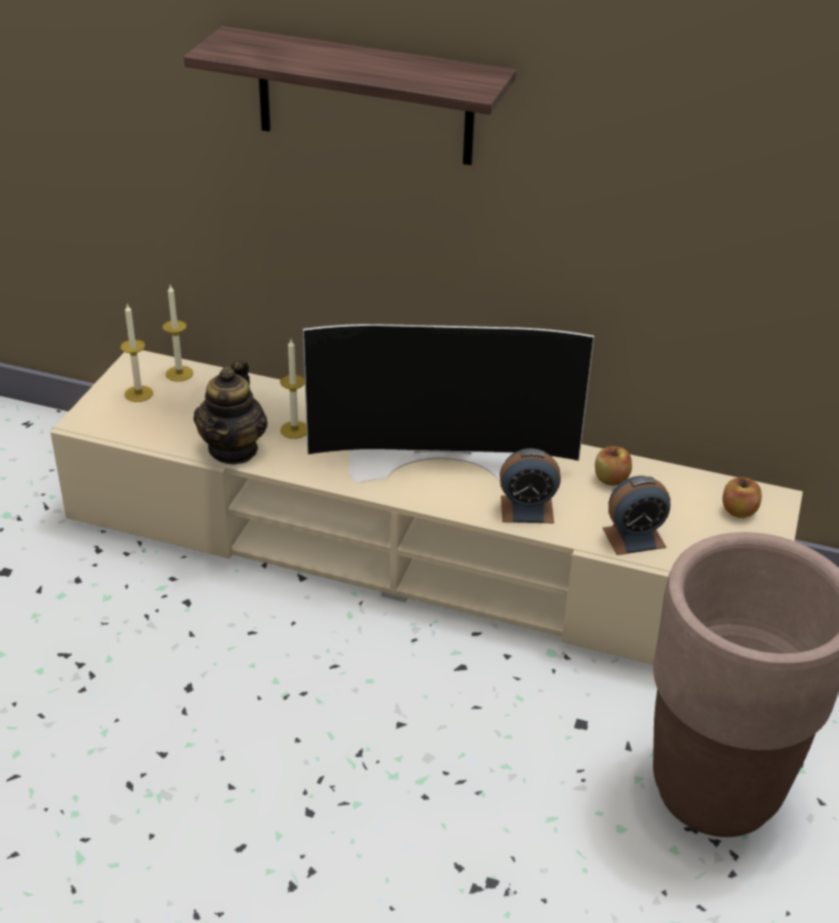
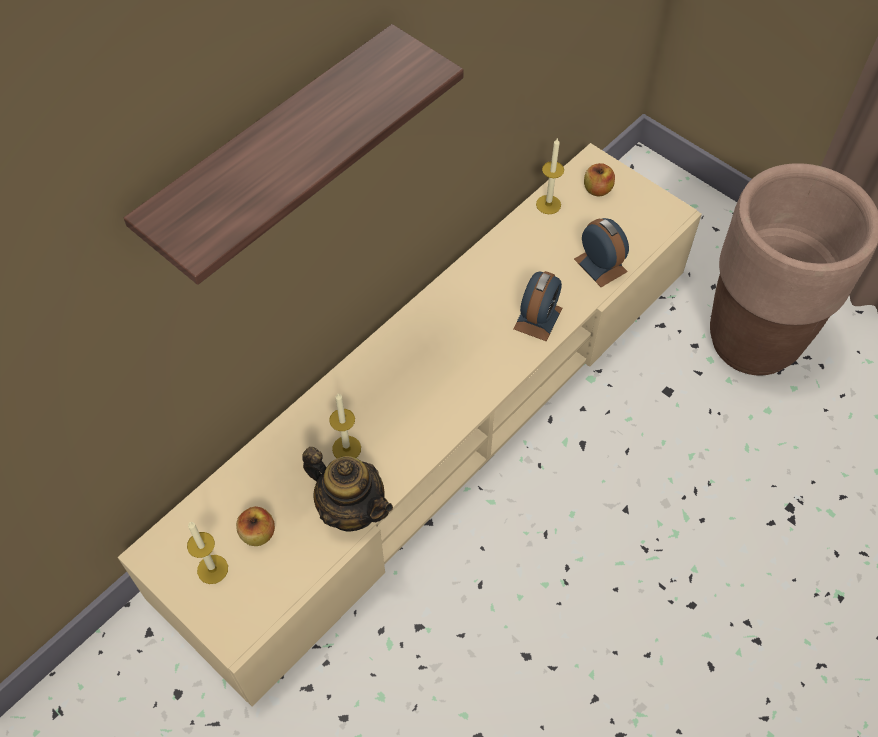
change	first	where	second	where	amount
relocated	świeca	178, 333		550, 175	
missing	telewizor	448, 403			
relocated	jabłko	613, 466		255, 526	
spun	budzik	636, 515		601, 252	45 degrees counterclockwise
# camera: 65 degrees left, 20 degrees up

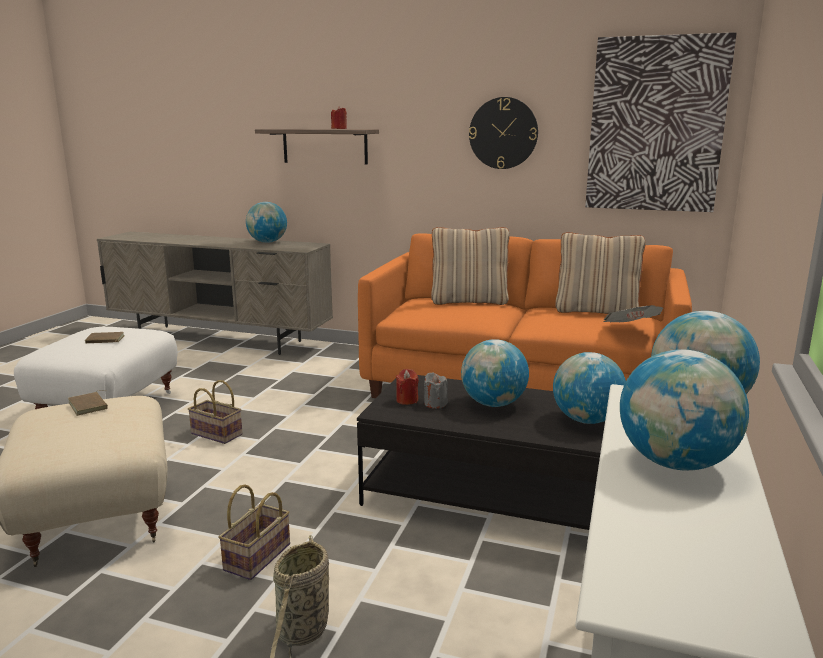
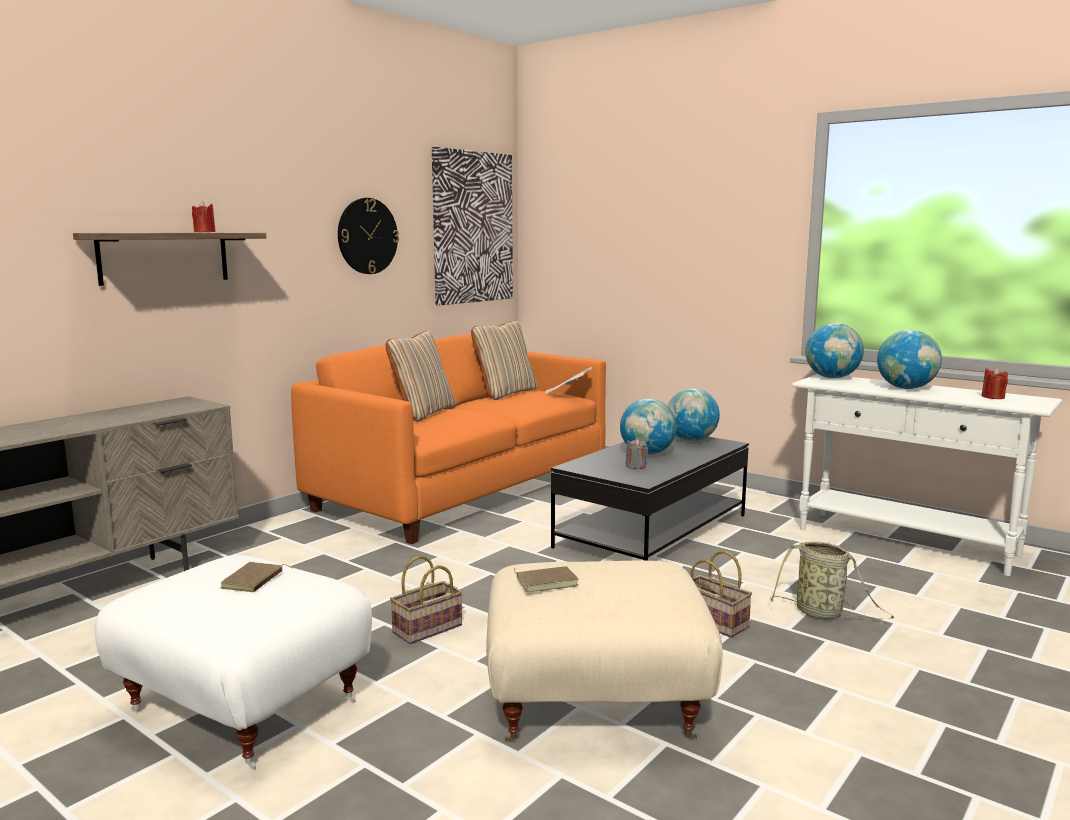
change	first	where	second	where	amount
missing	globus	266, 222			
relocated	świeca/czerwony	407, 387		994, 383	
# camera: 70 degrees left, 5 degrees down

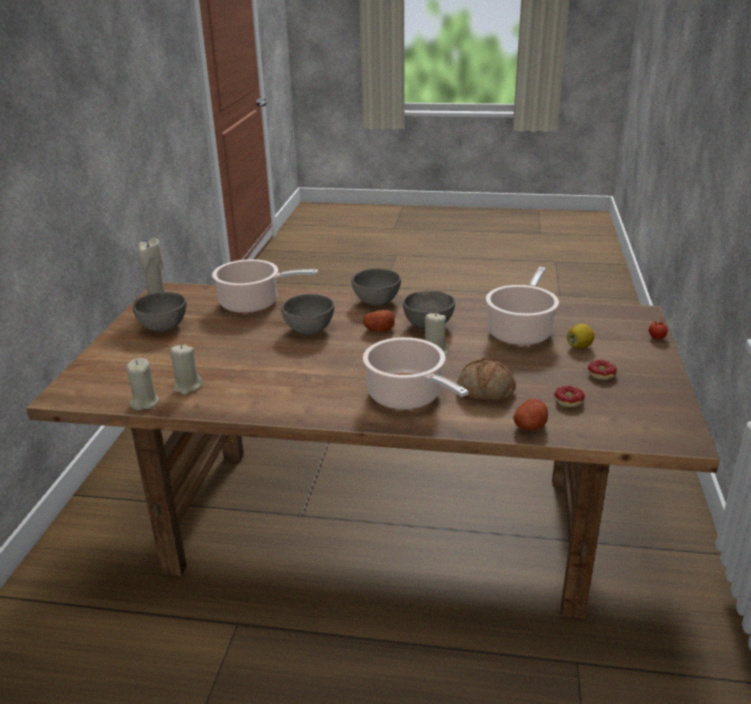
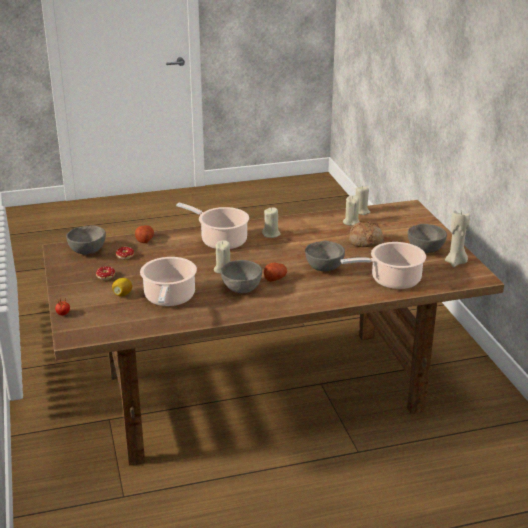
change	first	where	second	where	amount
relocated	miska/szary	376, 287		86, 240	
relocated	chleb	486, 379		366, 234	
appeared			świeca/beżowy	271, 223	
# camera: 155 degrees right, 0 degrees up

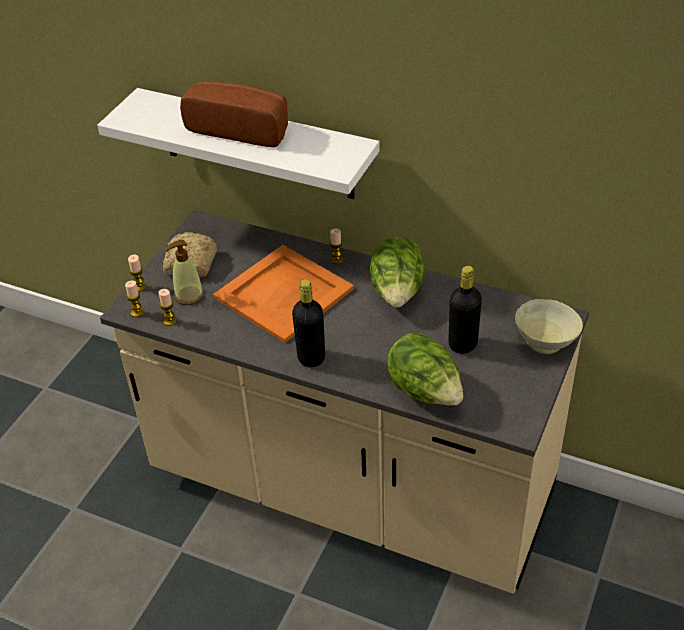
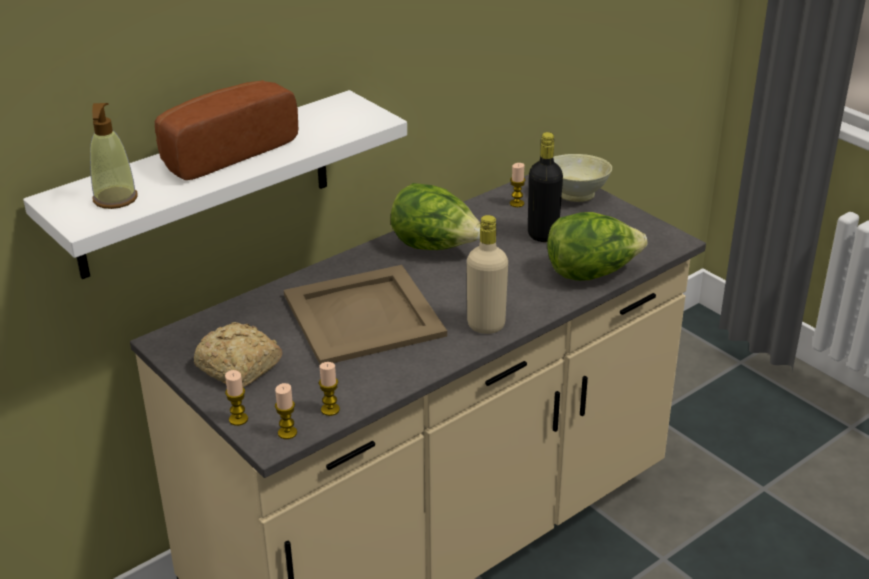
change	first	where	second	where	amount
relocated	świeca	336, 246		518, 185	
relocated	dozownik mydła	184, 272		114, 156	
colour	taca/pomarańczowy	283, 294	taca/beżowy	365, 314	
colour	butelka/czarny	308, 323	butelka/beżowy	487, 274	
# camera: 65 degrees left, 10 degrees down

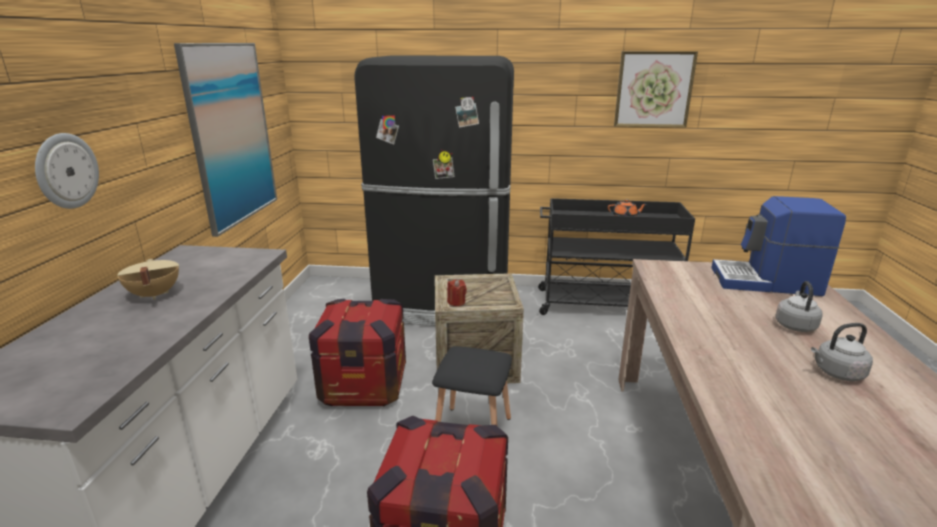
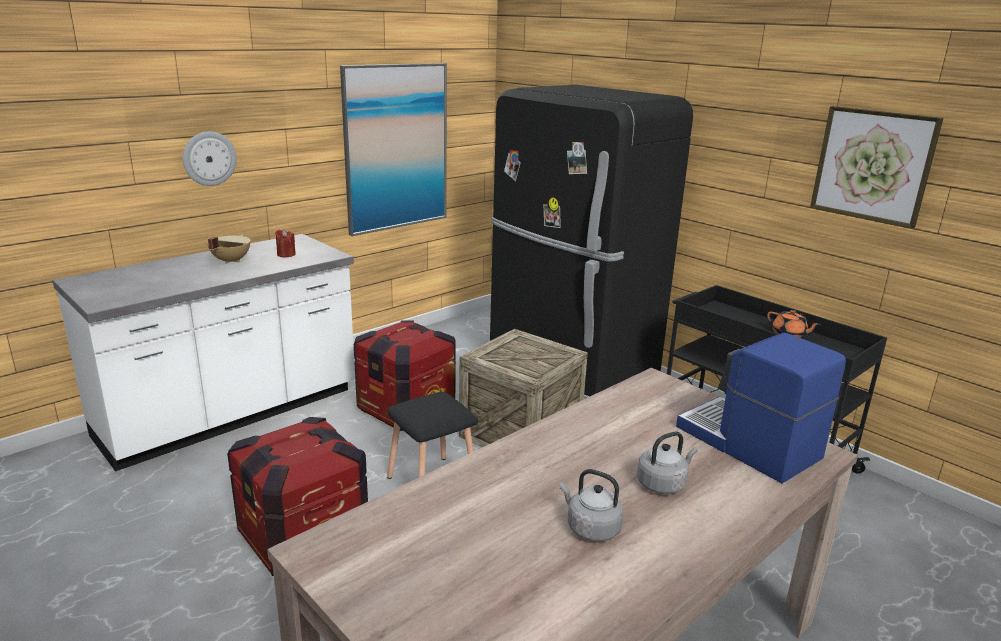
change	first	where	second	where	amount
relocated	świeca/czerwony	457, 292		285, 243	
# camera: 40 degrees right, 0 degrees up

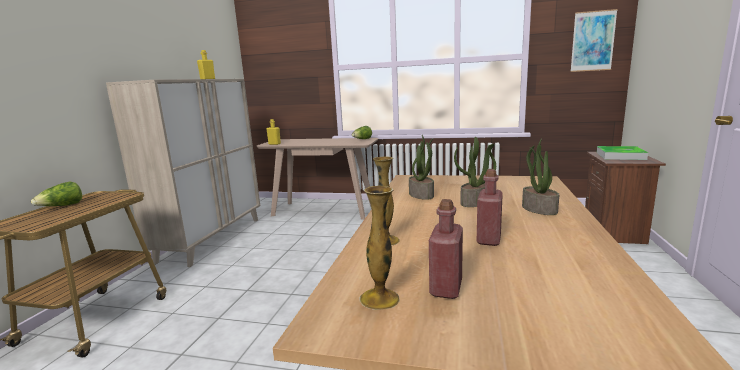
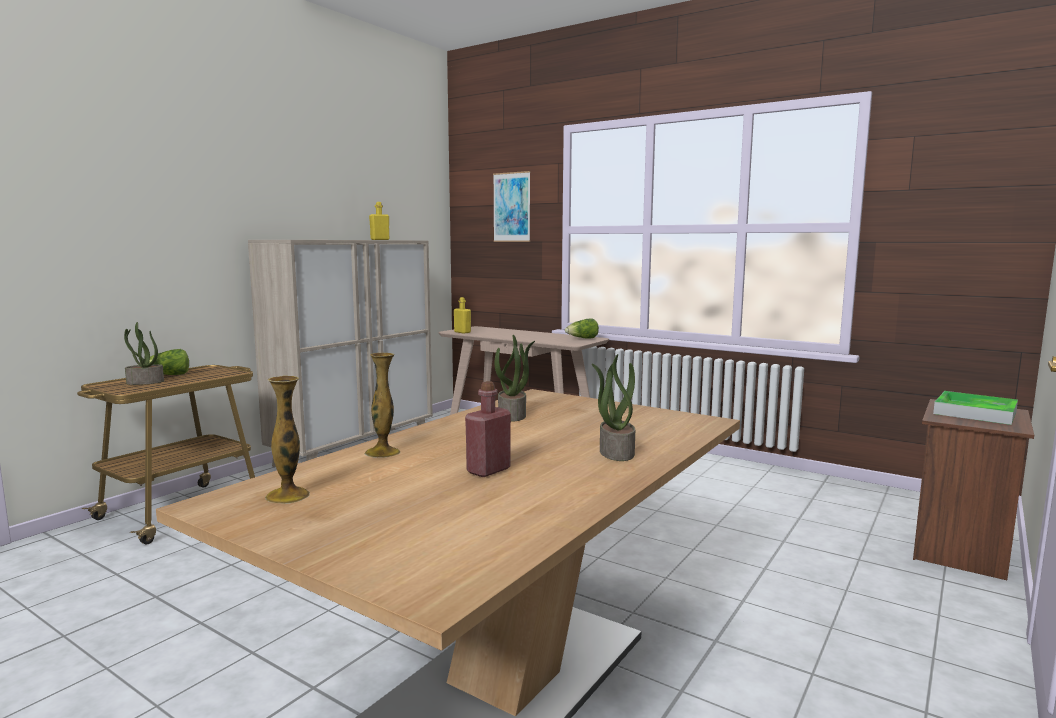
change	first	where	second	where	amount
relocated	obraz	594, 40		511, 206	
relocated	roślina doniczkowa	475, 172		144, 353	
missing	butelka/czerwony	446, 249			
# camera: 20 degrees right, 5 degrees down

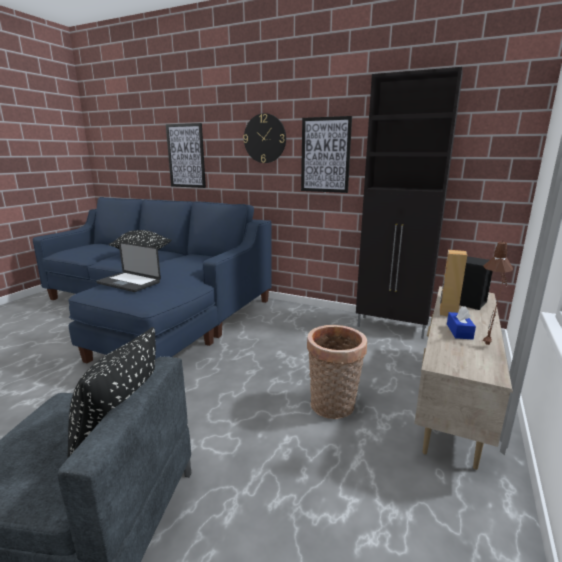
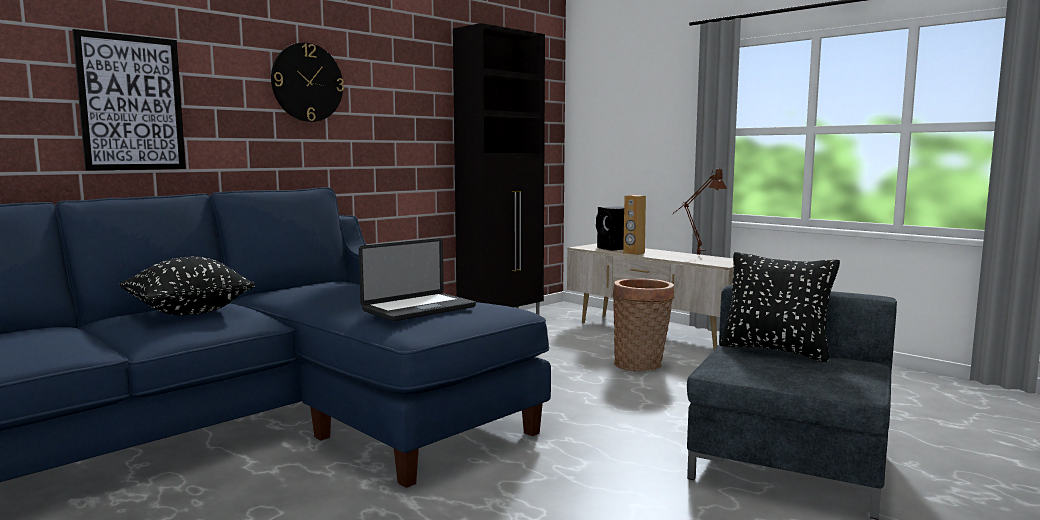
change	first	where	second	where	amount
missing	obraz	326, 154			
missing	pudełko chusteczek/niebieski	461, 323			
# camera: 70 degrees left, 10 degrees down

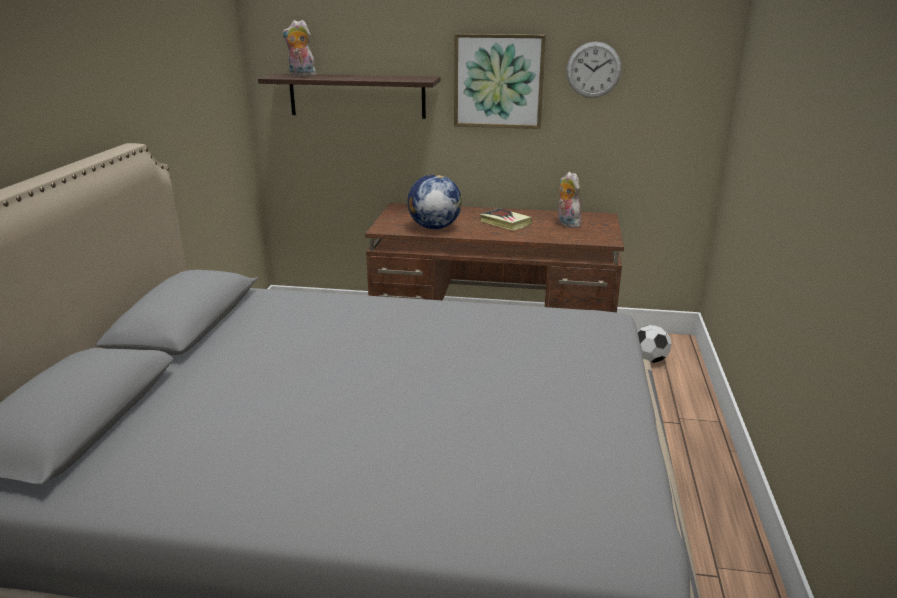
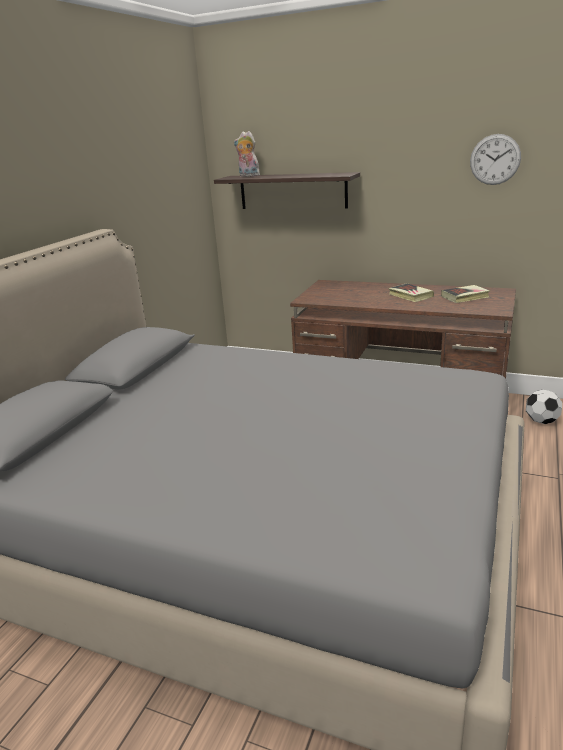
change	first	where	second	where	amount
missing	obraz	500, 81			
exchanged	pluszak	570, 200	książka	465, 294	
missing	globus	434, 201			
# camera: 15 degrees right, 0 degrees up

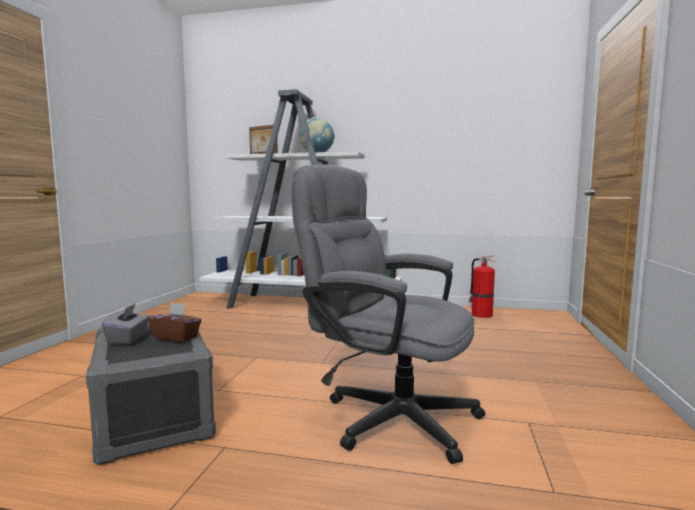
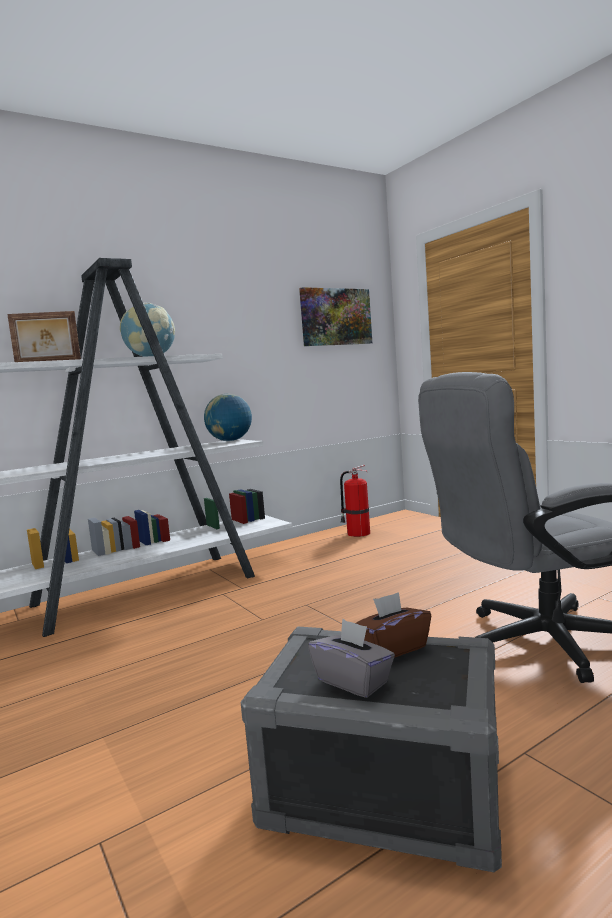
change	first	where	second	where	amount
appeared			obraz	335, 316	
appeared			globus	228, 417	
# camera: 45 degrees left, 0 degrees up

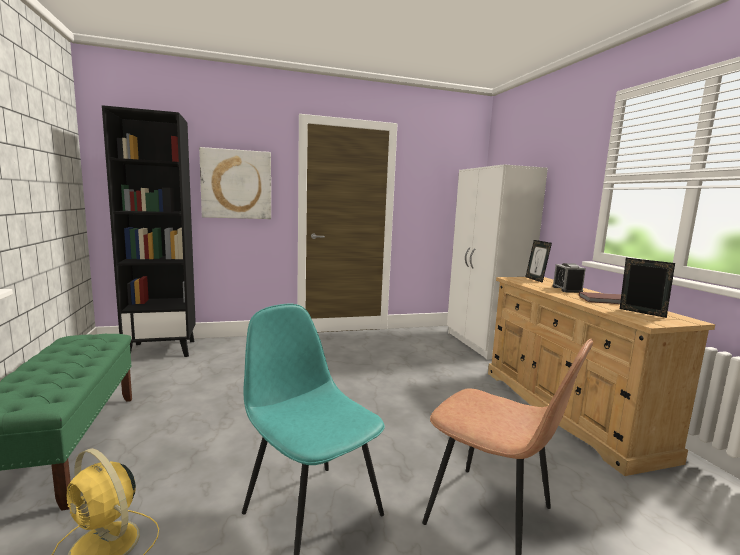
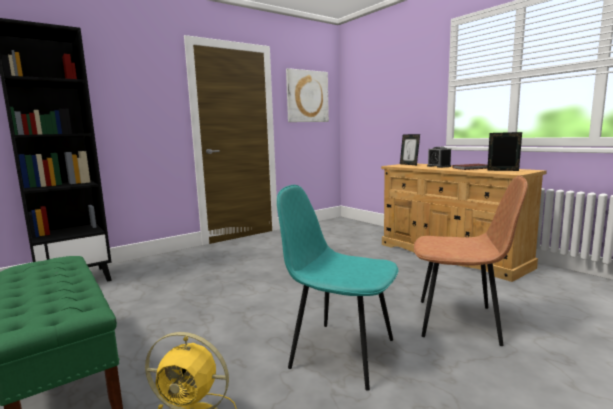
change	first	where	second	where	amount
relocated	obraz	235, 183		307, 95	
missing	szafa/biały	497, 262			
# camera: 20 degrees left, 0 degrees up

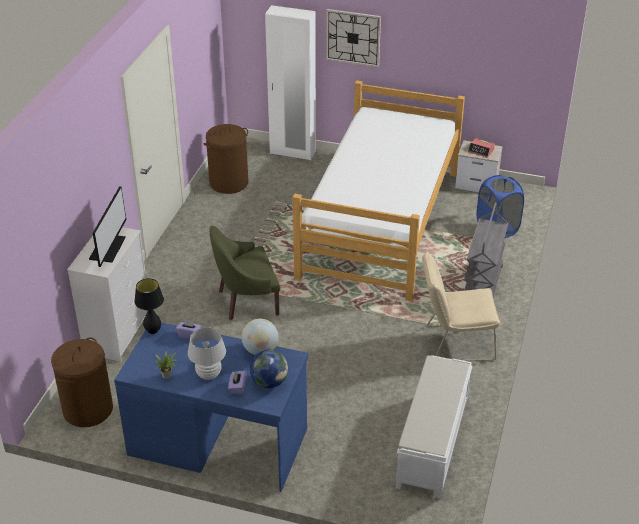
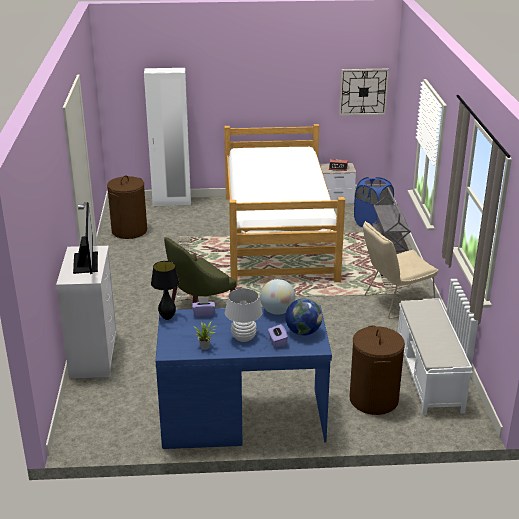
change	first	where	second	where	amount
relocated	zegar ścienny	353, 38		364, 92	
relocated	kosz na pranie/brązowy	82, 382		377, 370	
# camera: 20 degrees left, 10 degrees down

